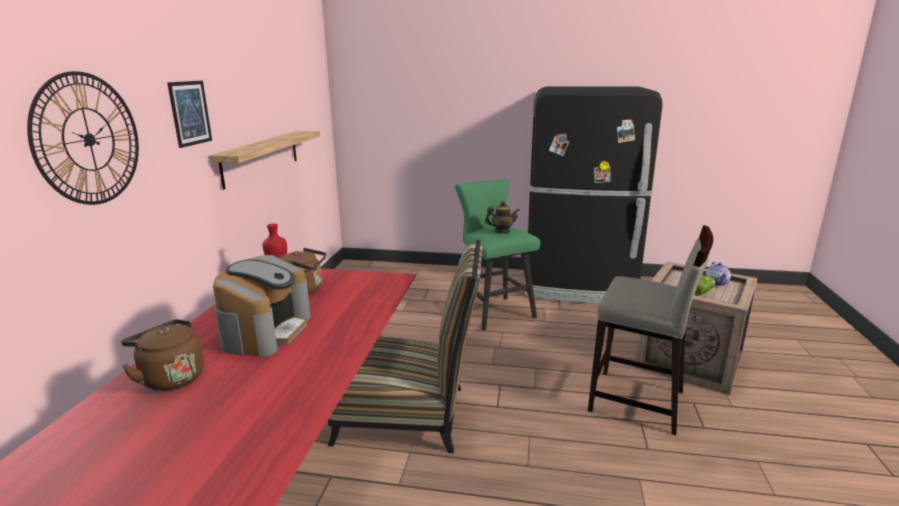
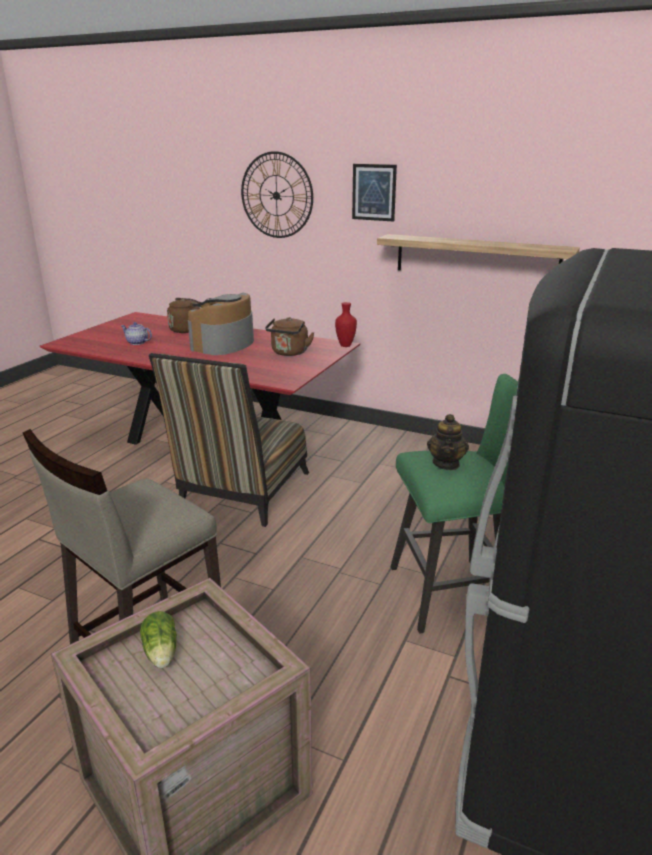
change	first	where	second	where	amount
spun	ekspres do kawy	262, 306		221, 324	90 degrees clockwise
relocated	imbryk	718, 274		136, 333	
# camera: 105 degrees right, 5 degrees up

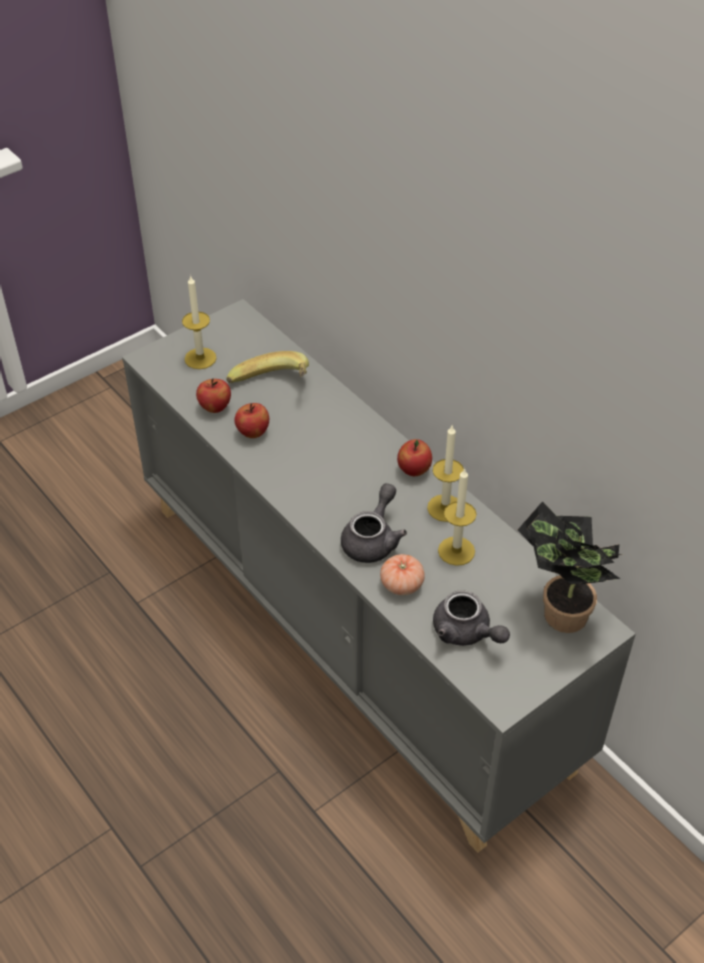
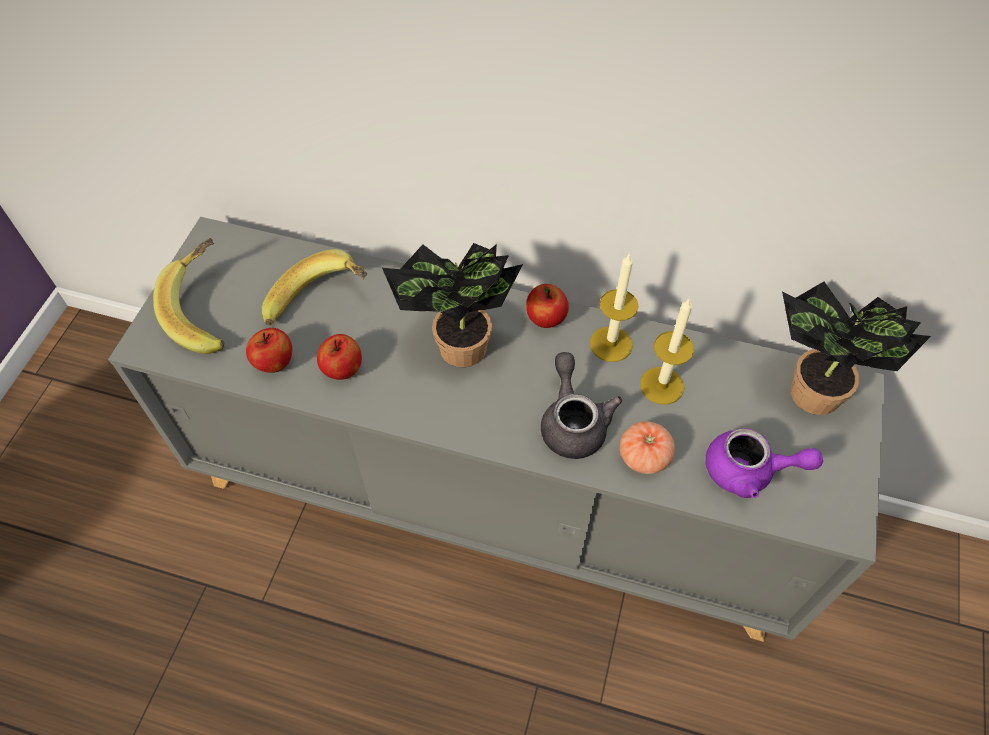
change	first	where	second	where	amount
exchanged	świeca	199, 322	banan	189, 296	
colour	imbryk/szary	471, 618	imbryk/fioletowy	764, 463	
appeared			roślina doniczkowa	452, 305	
# camera: 35 degrees left, 10 degrees up

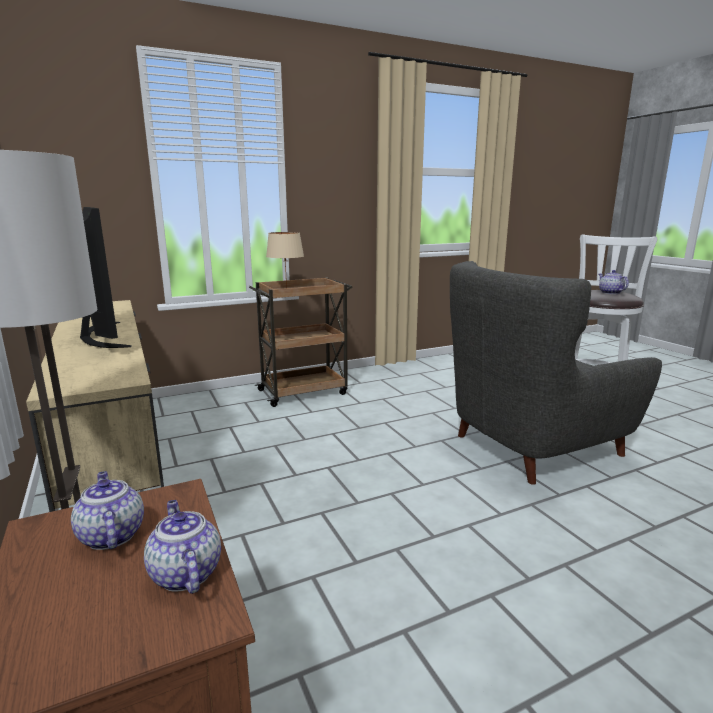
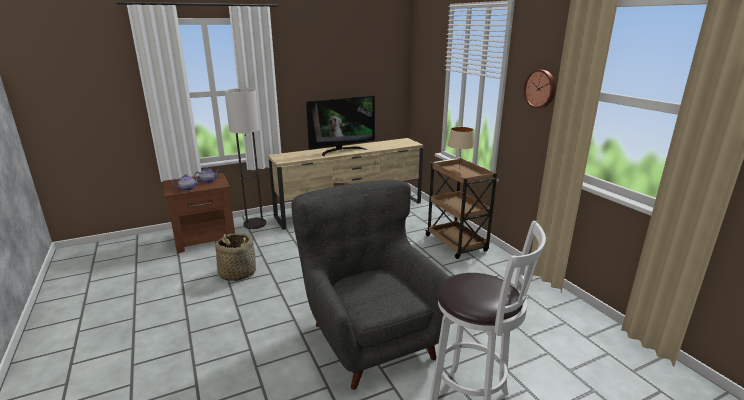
change	first	where	second	where	amount
missing	imbryk	614, 282			
appeared			zegar ścienny	539, 89	
appeared			koszyk	235, 257	
# camera: 90 degrees right, 5 degrees up

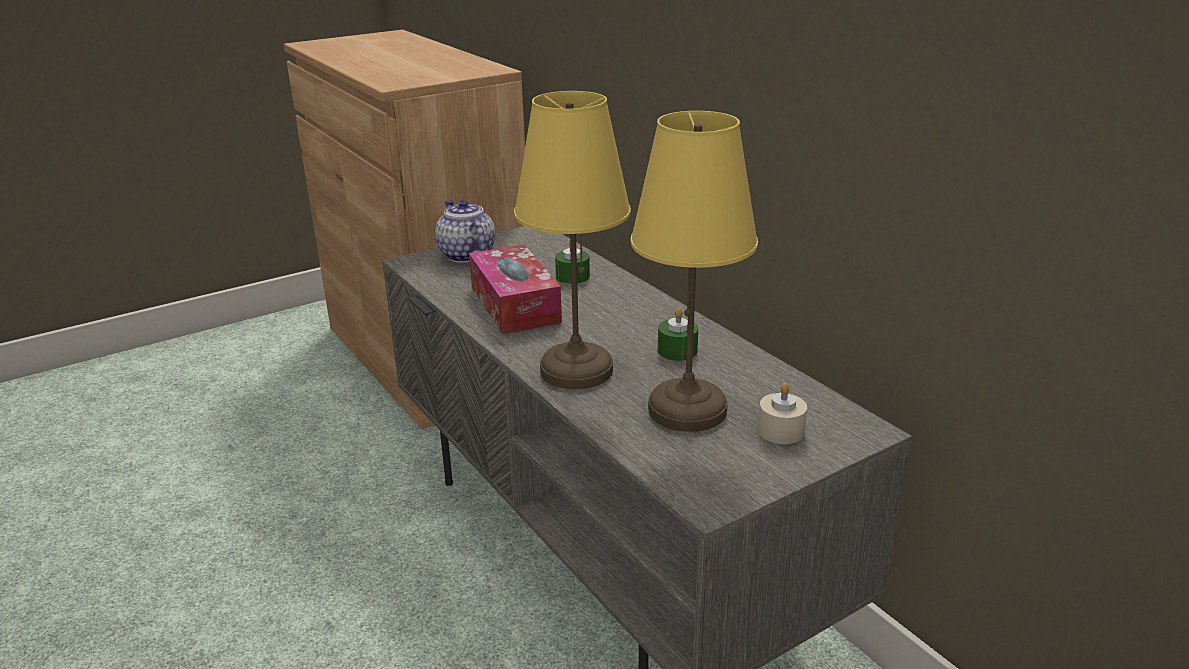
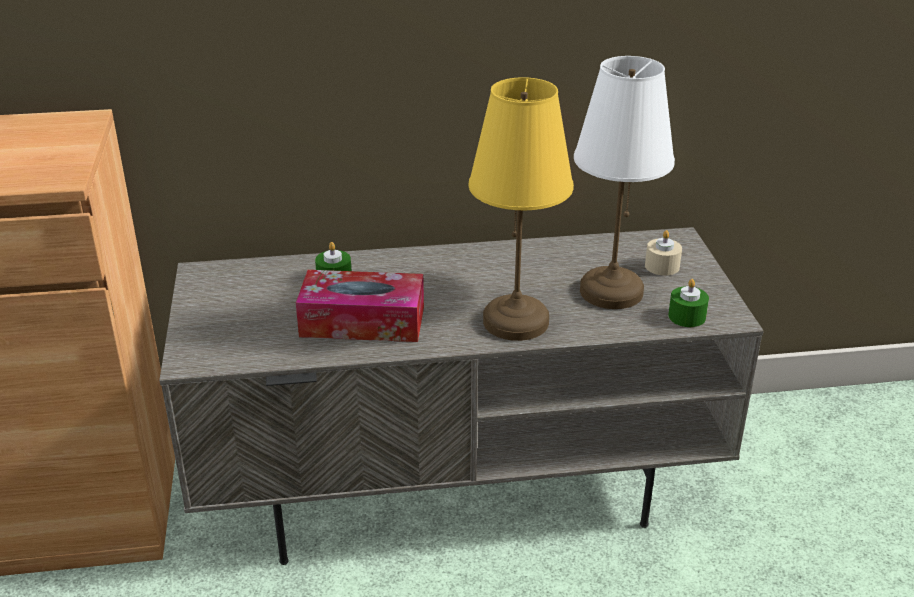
change	first	where	second	where	amount
colour	lampa stołowa/żółty	694, 271	lampa stołowa/biały	624, 182	
missing	imbryk	465, 231			
relocated	świeca/zielony	678, 334		688, 303	
# camera: 65 degrees left, 5 degrees up

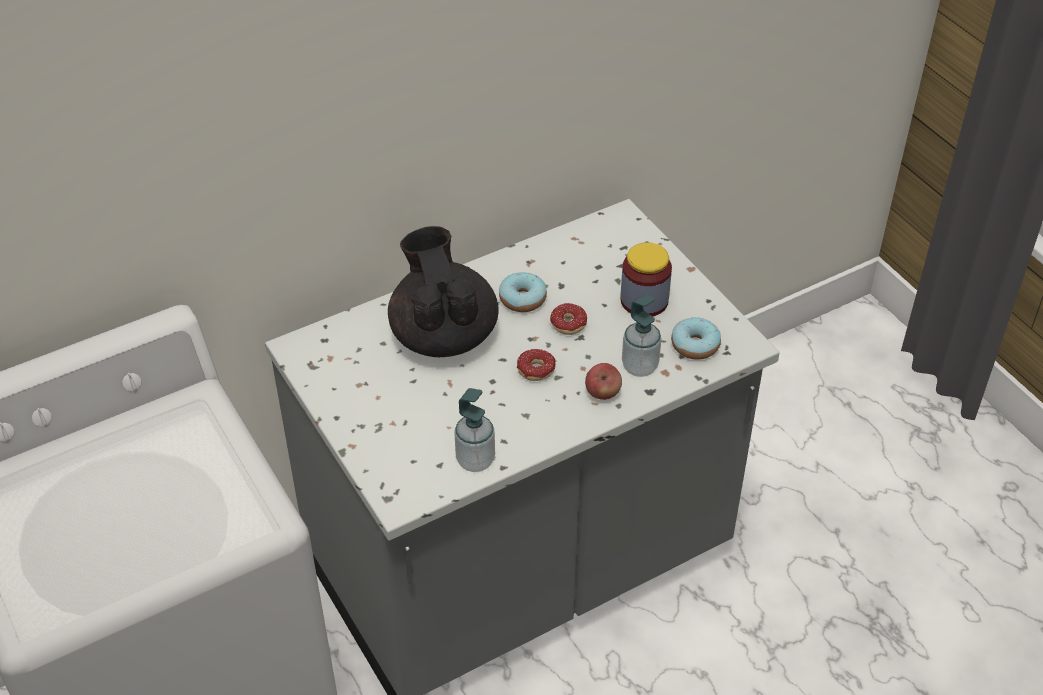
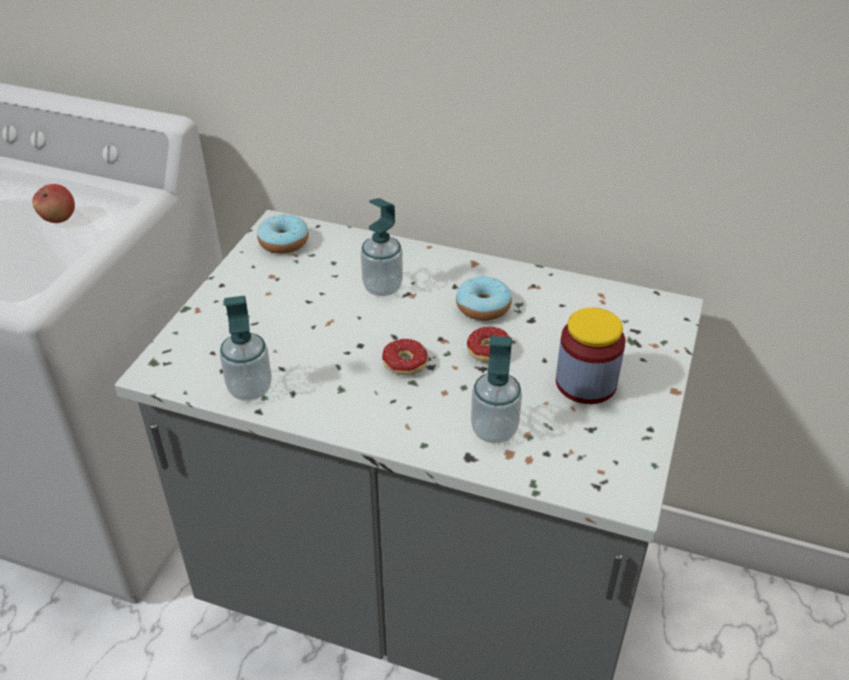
change	first	where	second	where	amount
exchanged	imbryk/czarny	443, 291	dozownik mydła	382, 247	
relocated	donut	696, 338		283, 234	
relocated	jabłko	603, 381		53, 203	
# camera: 50 degrees right, 5 degrees down

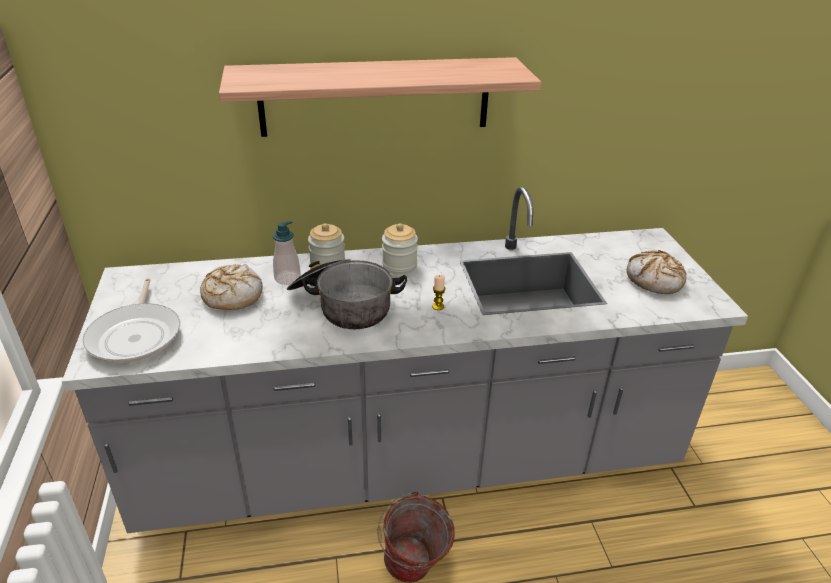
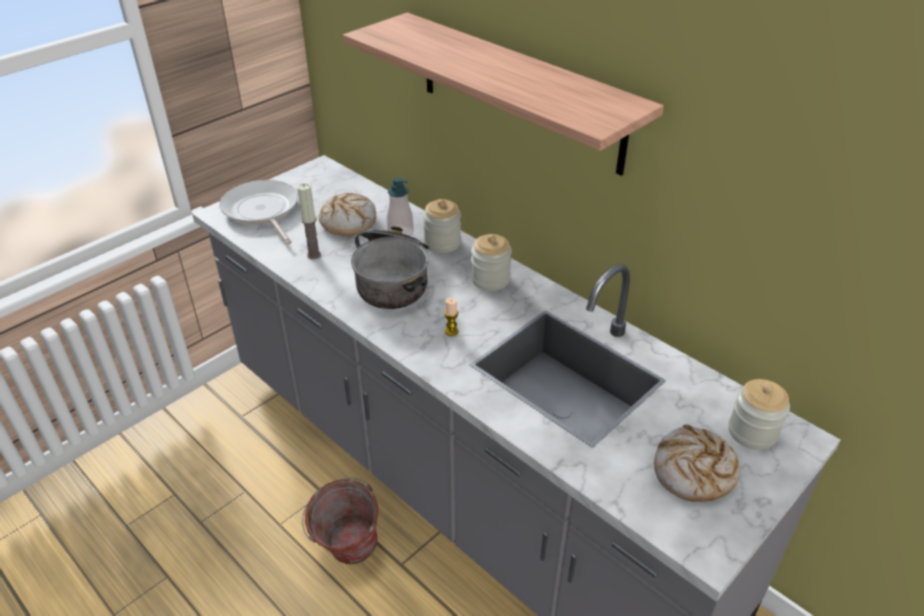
change	first	where	second	where	amount
spun	patelnia	131, 320		259, 212	105 degrees clockwise
appeared			świeca	309, 221	
appeared			słoik	759, 414	
# camera: 55 degrees right, 5 degrees up

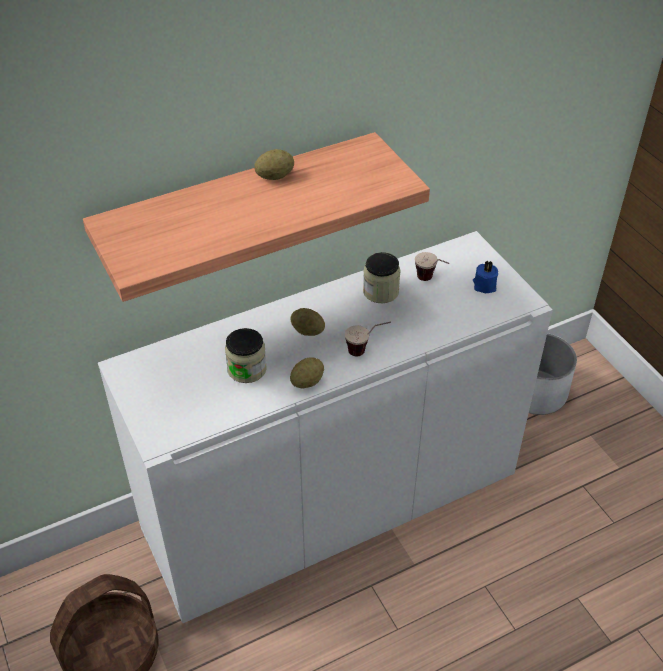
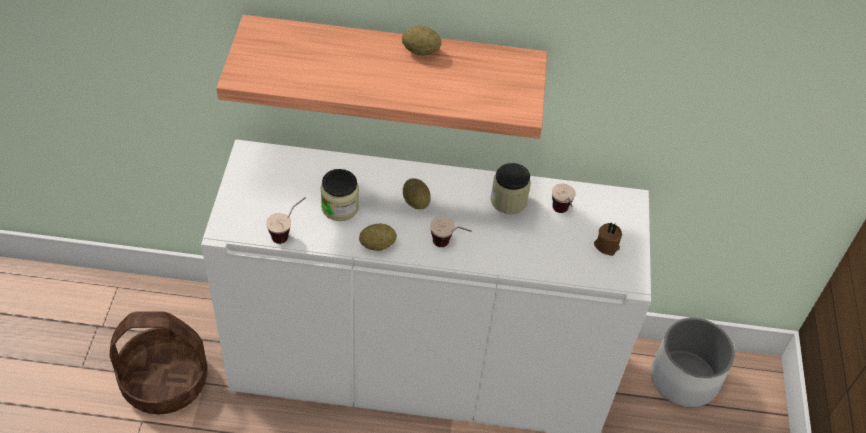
change	first	where	second	where	amount
colour	świeca/niebieski	485, 276	świeca/brązowy	608, 239	
appeared			filiżanka	286, 220	
# camera: 30 degrees right, 5 degrees up

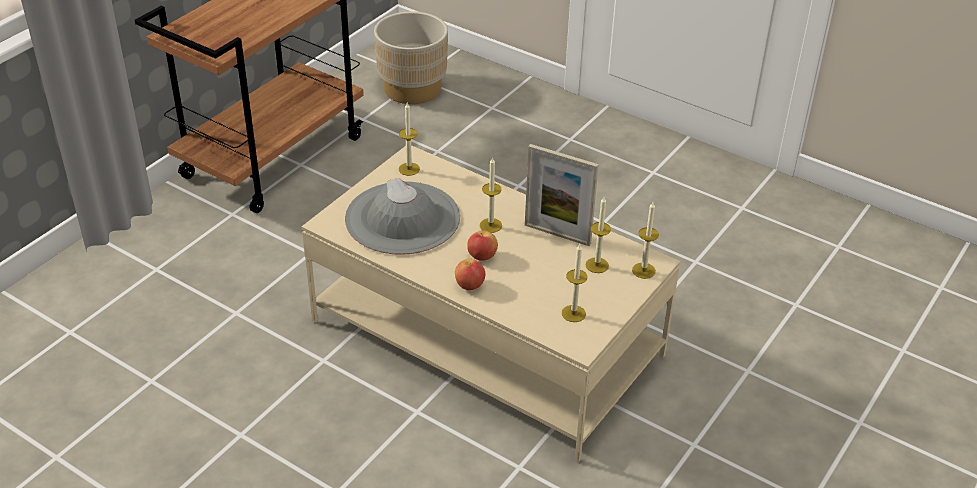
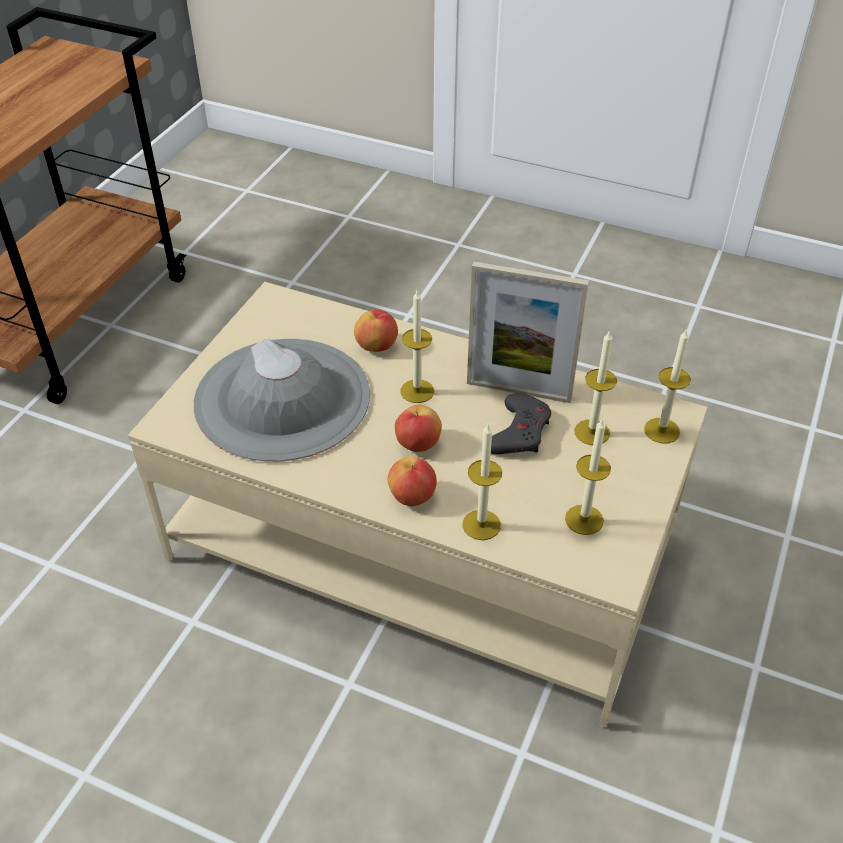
change	first	where	second	where	amount
missing	donica/beżowy	411, 57			
relocated	świeca	409, 139		482, 481	
appeared			jabłko	376, 330	
appeared			pad do gier/szary	521, 423	
# camera: 10 degrees left, 5 degrees up

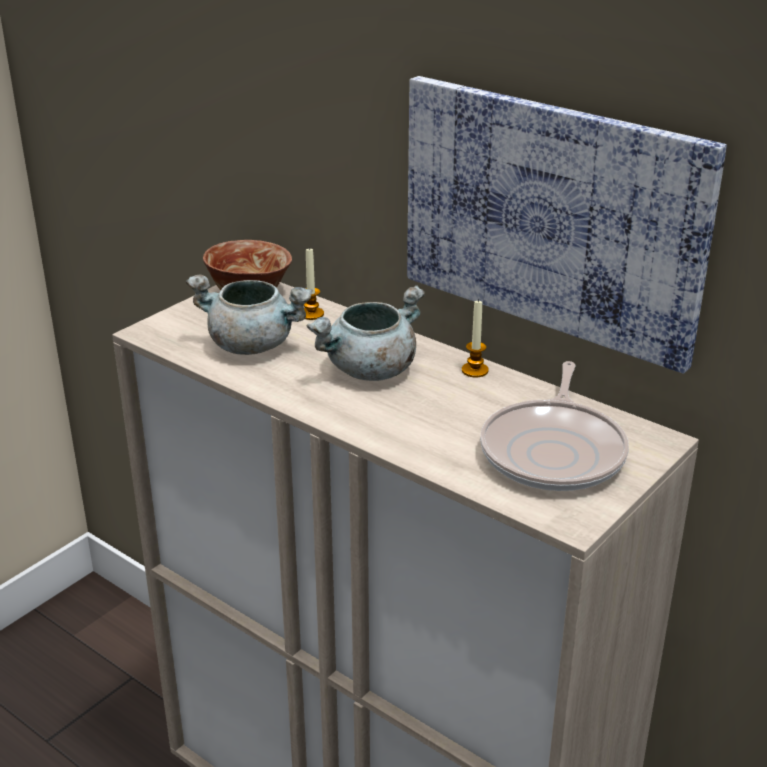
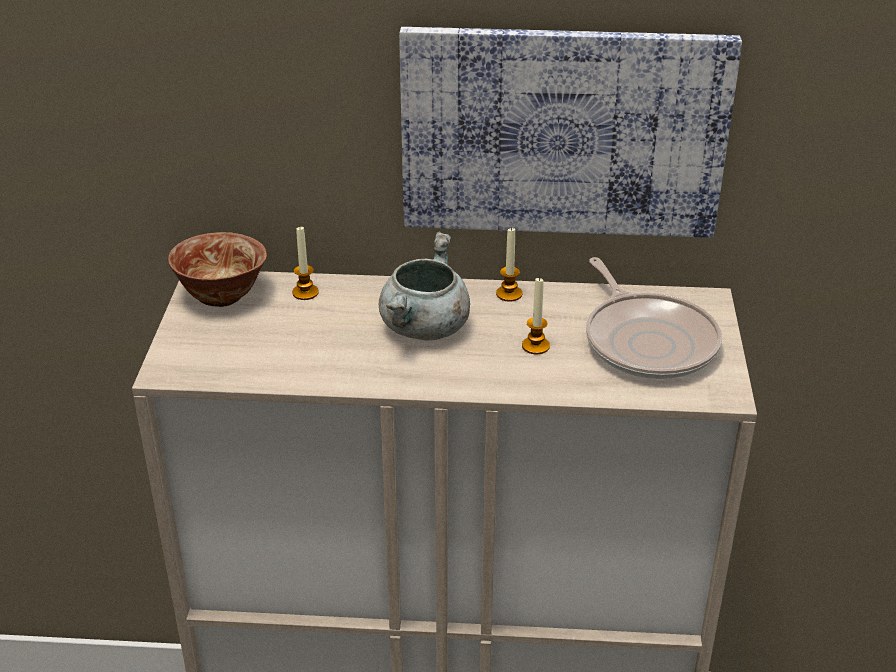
change	first	where	second	where	amount
missing	garnek/szary	249, 315			
appeared			świeca	536, 315	
# camera: 35 degrees left, 5 degrees up

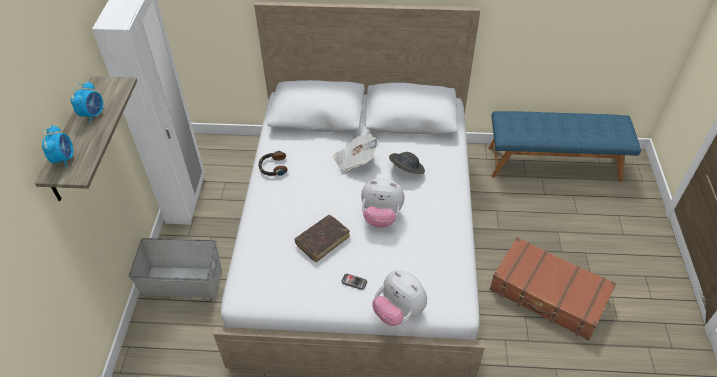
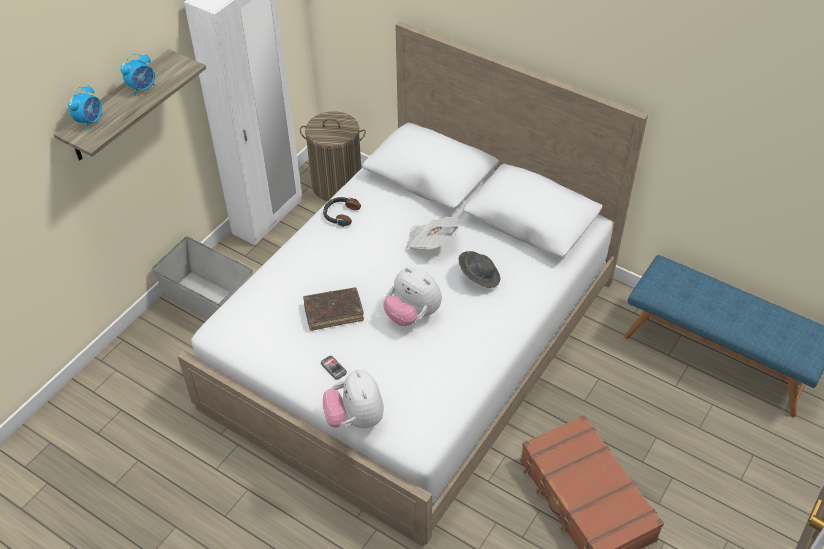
change	first	where	second	where	amount
appeared			kosz na pranie	333, 156	
# camera: 30 degrees right, 0 degrees up

